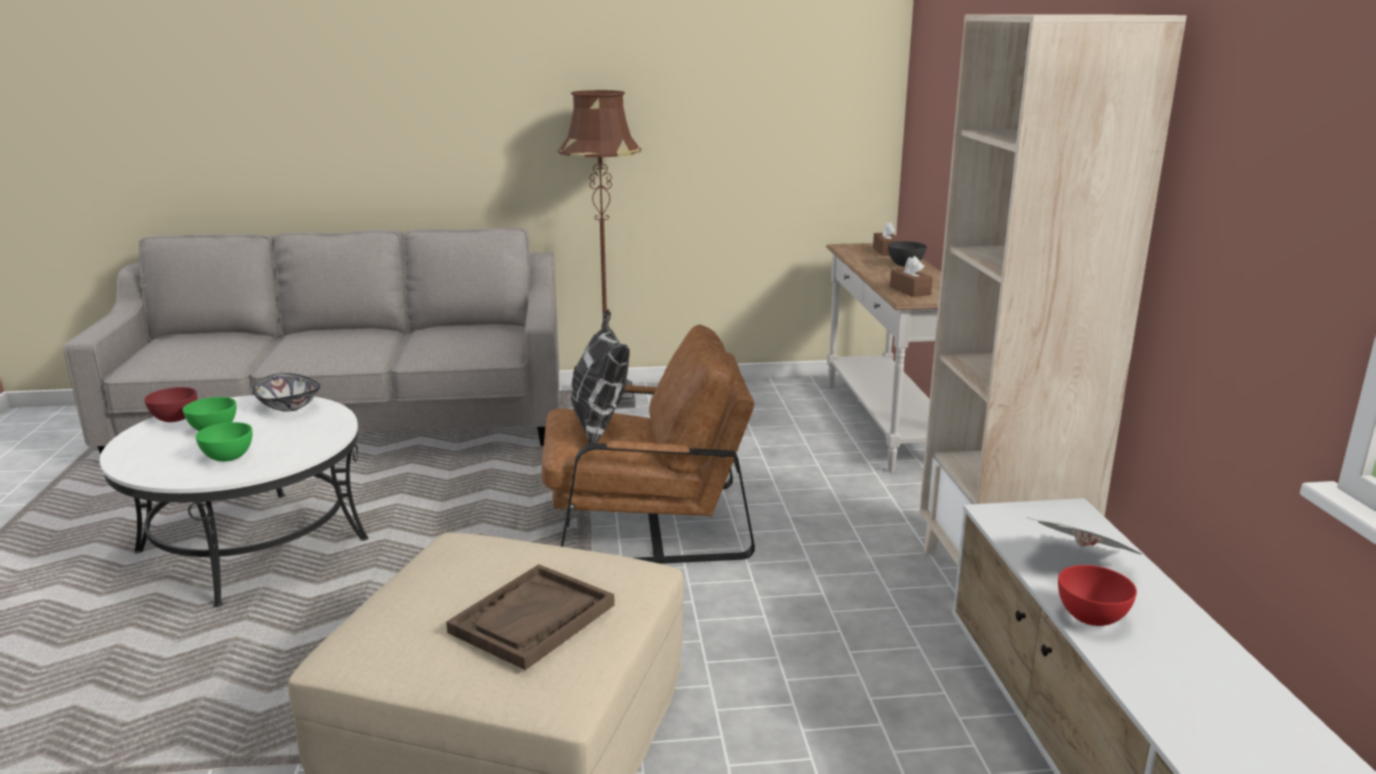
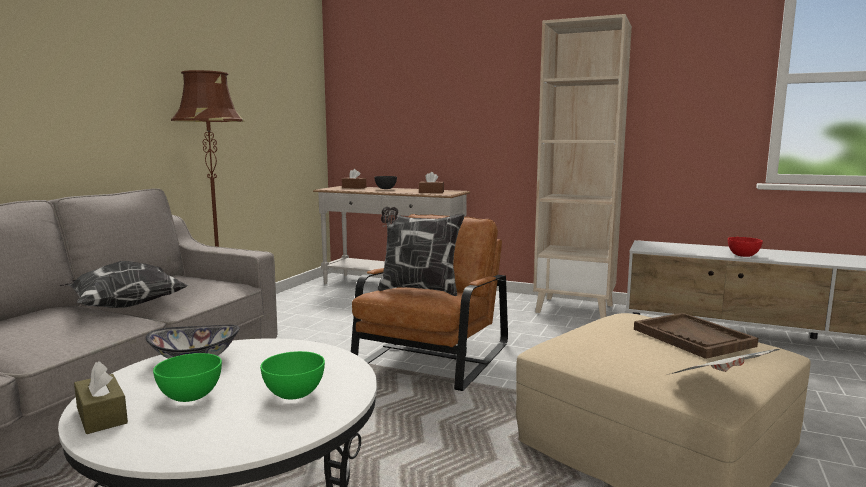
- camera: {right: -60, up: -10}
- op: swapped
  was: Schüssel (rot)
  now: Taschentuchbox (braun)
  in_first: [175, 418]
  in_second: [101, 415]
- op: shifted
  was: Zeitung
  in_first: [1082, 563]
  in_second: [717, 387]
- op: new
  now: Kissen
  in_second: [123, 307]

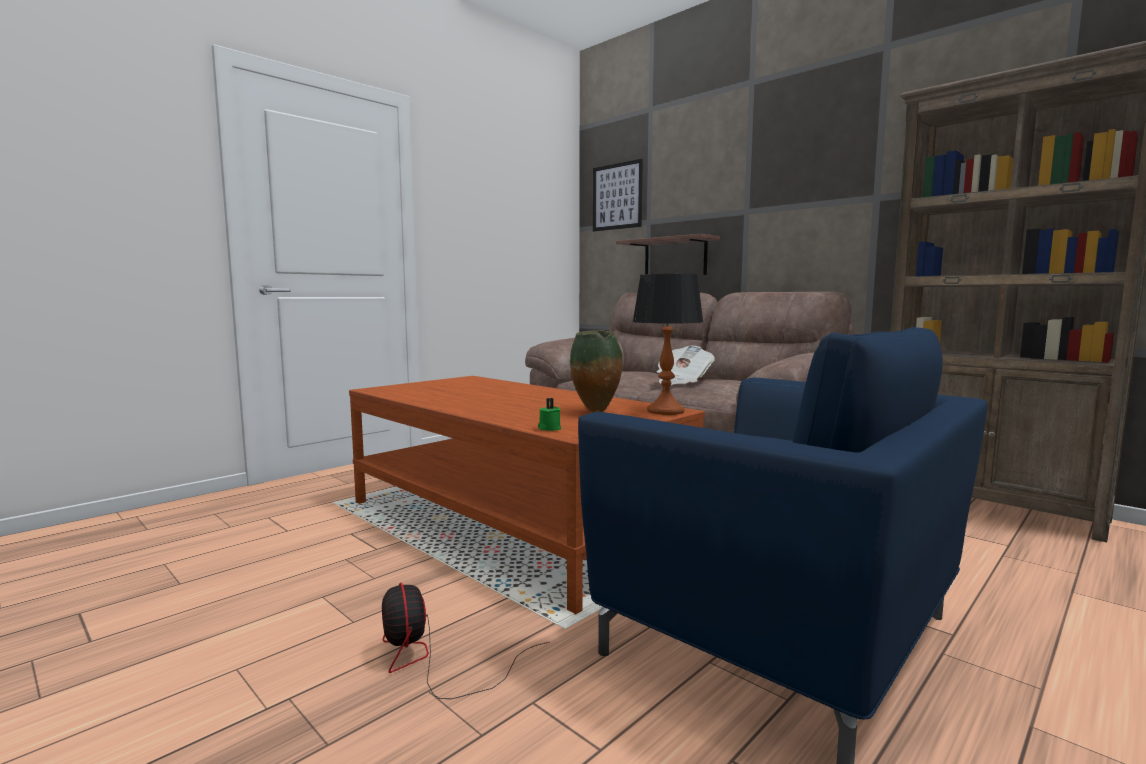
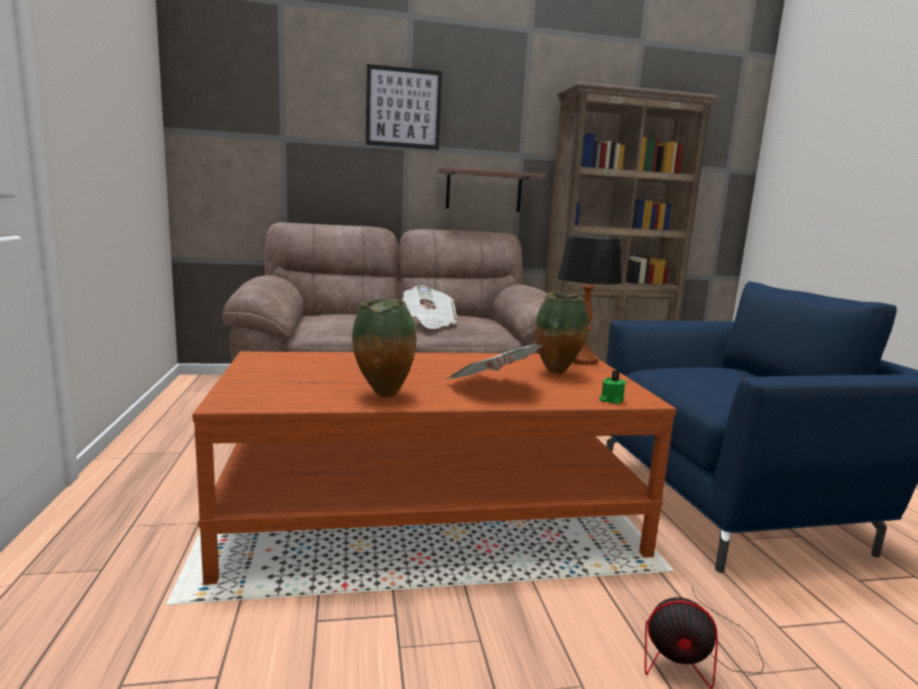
- camera: {right: -55, up: 5}
- op: shifted
  was: Bild
  in_first: [617, 196]
  in_second: [403, 108]
- op: shifted
  was: Wandregal
  in_first: [675, 257]
  in_second: [484, 191]
- op: new
  now: Vase
  in_second: [383, 396]
- op: new
  now: Zeitung
  in_second: [491, 387]

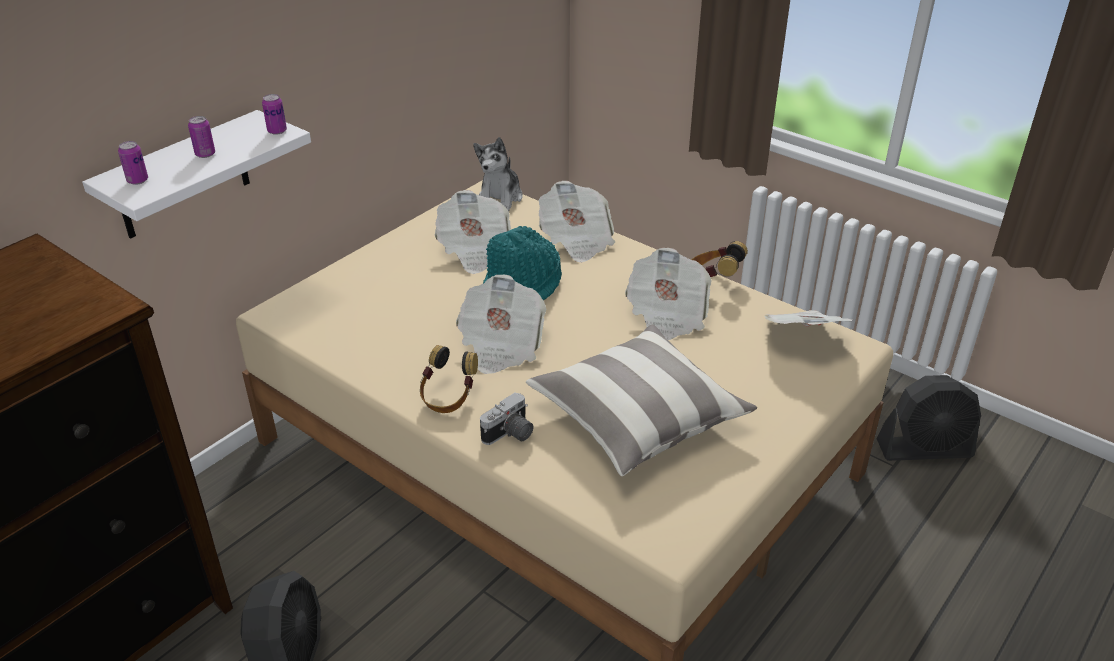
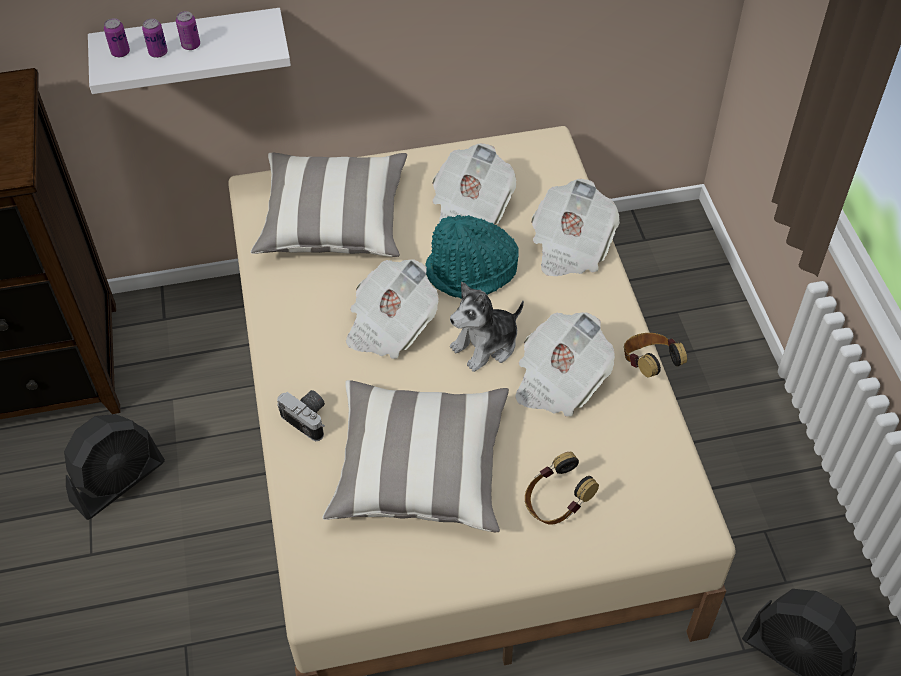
- camera: {right: 40, up: 15}
- op: shifted
  was: Dose
  in_first: [277, 131]
  in_second: [158, 53]
- op: shifted
  was: Kopfhörer
  in_first: [448, 397]
  in_second: [556, 504]
- op: shifted
  was: Plüschtier
  in_first: [500, 198]
  in_second: [486, 345]
- op: rotated
  was: Kamera
  in_first: [510, 435]
  in_second: [309, 418]
  clockwise: -135
- op: gone
  was: Zeitung
  in_first: [803, 337]
- op: new
  now: Kissen
  in_second: [334, 221]

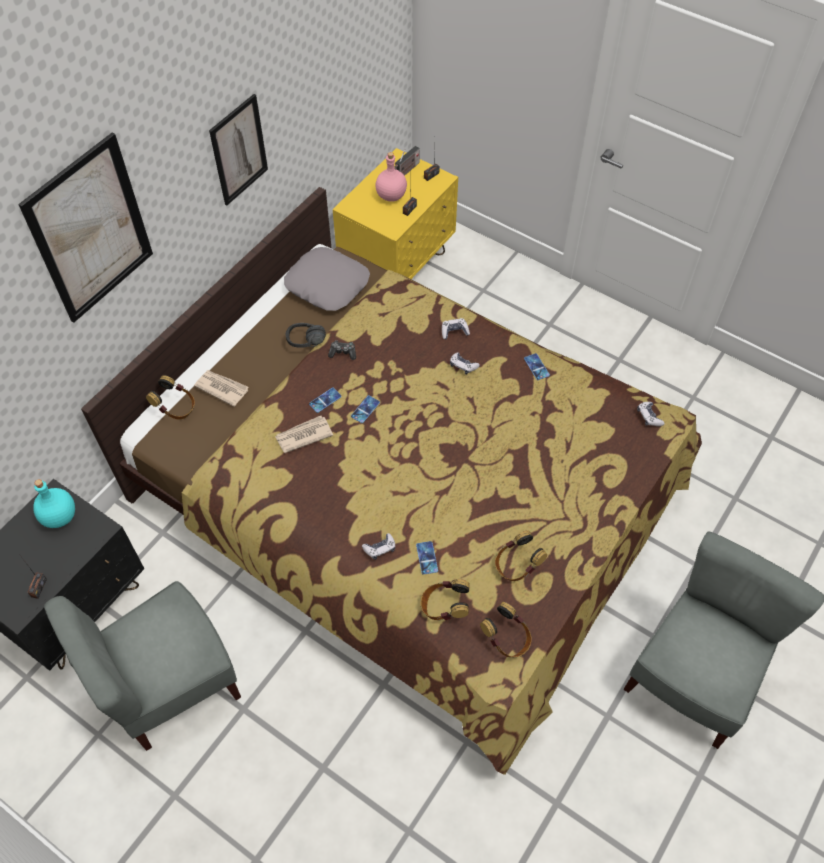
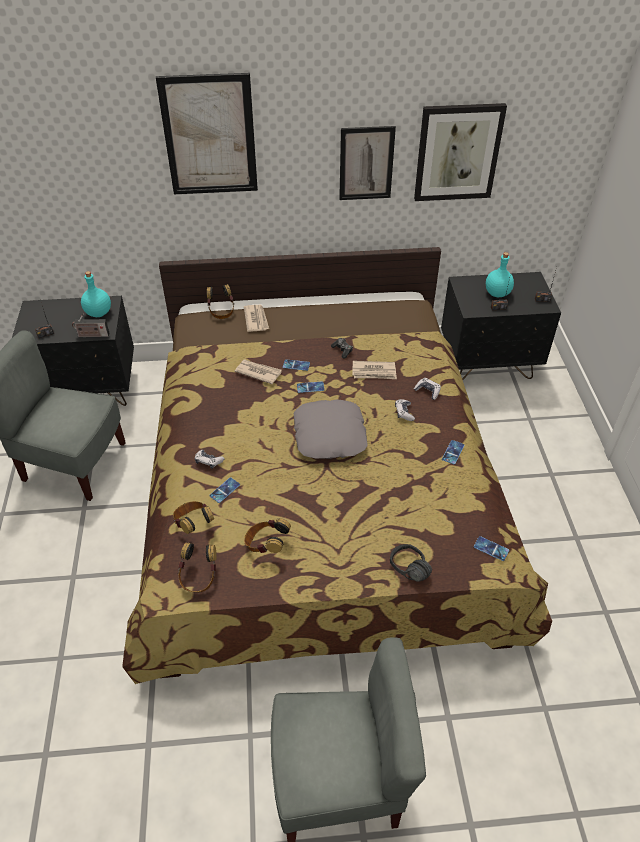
- camera: {right: 50, up: -10}
- op: shifted
  was: Kissen (grau)
  in_first: [328, 284]
  in_second: [330, 435]
- op: shifted
  was: Kopfhörer (schwarz)
  in_first: [306, 345]
  in_second: [405, 572]
- op: repainted
  was: Nachttisch (gelb)
  now: Nachttisch (schwarz)
  in_first: [397, 267]
  in_second: [488, 364]
- op: repainted
  was: Flasche (rosa)
  now: Flasche (türkis)
  in_first: [391, 196]
  in_second: [497, 294]
- op: shifted
  was: Radio
  in_first: [406, 171]
  in_second: [92, 335]
- op: swapped
  was: Gamepad
  now: Handy
  in_first: [649, 417]
  in_second: [491, 548]
- op: new
  now: Zeitung
  in_second: [374, 372]
- op: new
  now: Bild
  in_second: [457, 152]

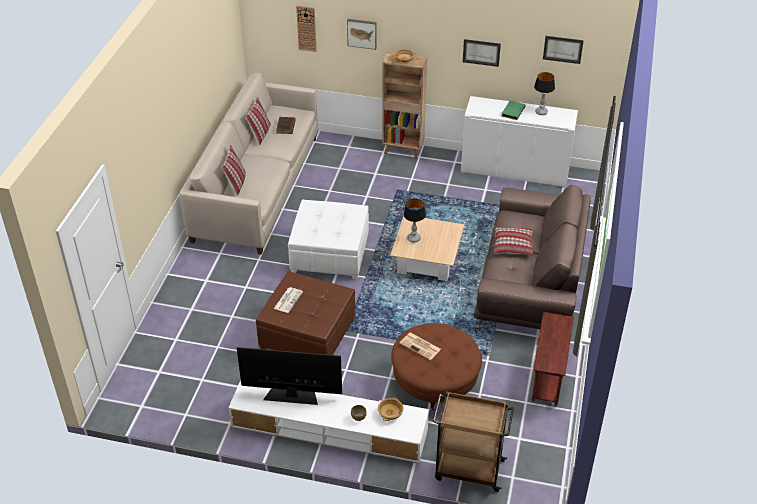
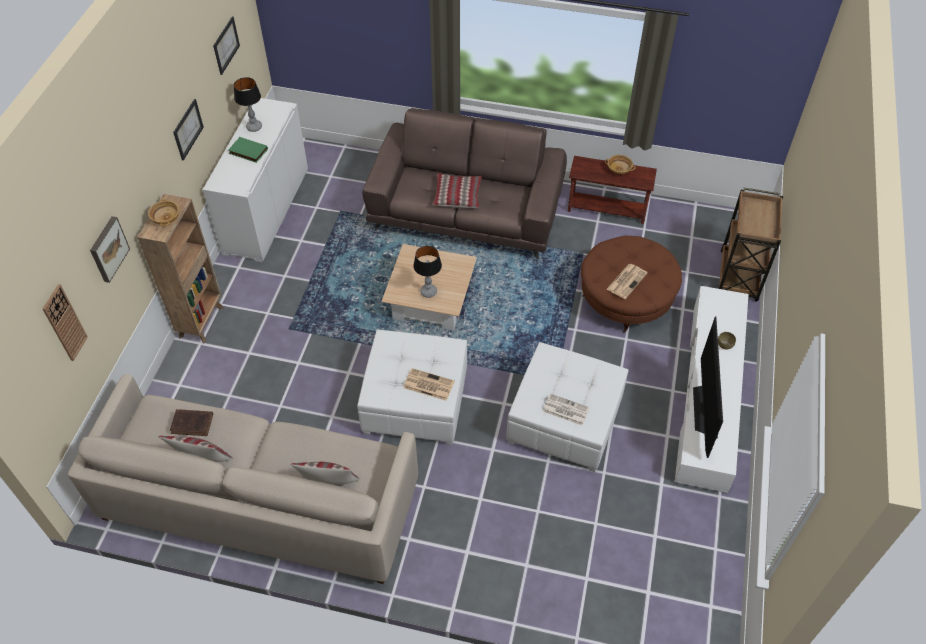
- camera: {right: -90, up: 10}
- op: repainted
  was: Polsterhocker (braun)
  now: Polsterhocker (weiß)
  in_first: [307, 334]
  in_second: [565, 421]
- op: shifted
  was: Schüssel (beige)
  in_first: [390, 413]
  in_second: [619, 169]
- op: new
  now: Zeitung
  in_second: [428, 385]

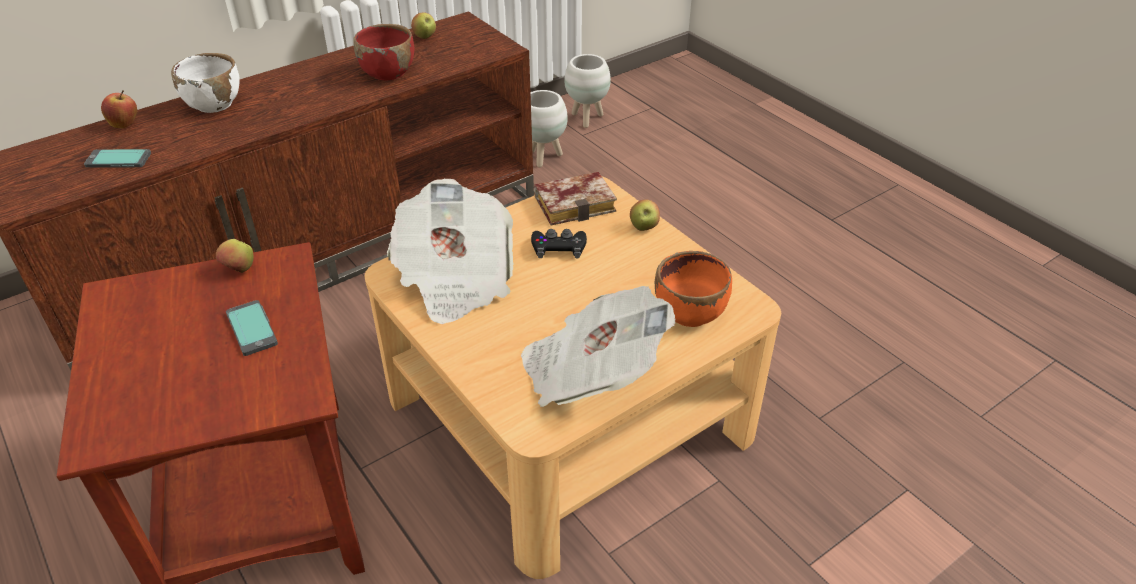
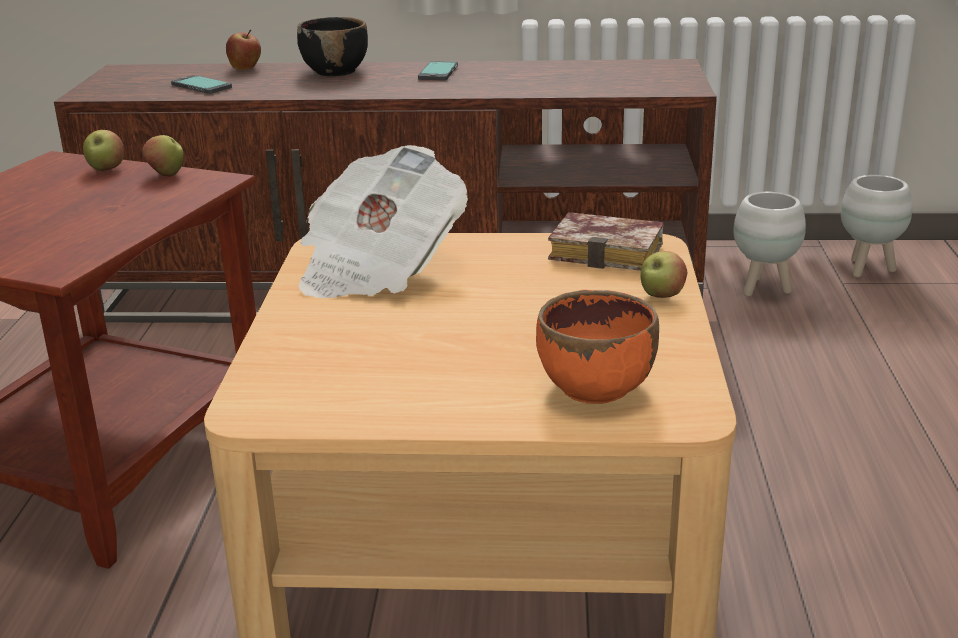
- camera: {right: 40, up: -15}
- op: repainted
  was: Schüssel (weiß)
  now: Schüssel (schwarz)
  in_first: [214, 104]
  in_second: [335, 71]
- op: shifted
  was: Handy
  in_first: [252, 328]
  in_second: [438, 72]
- op: gone
  was: Schüssel (rot)
  in_first: [388, 72]
- op: shifted
  was: Apfel
  in_first: [425, 37]
  in_second: [106, 169]
- op: gone
  was: Zeitung
  in_first: [591, 373]
- op: gone
  was: Gamepad (schwarz)
  in_first: [558, 248]

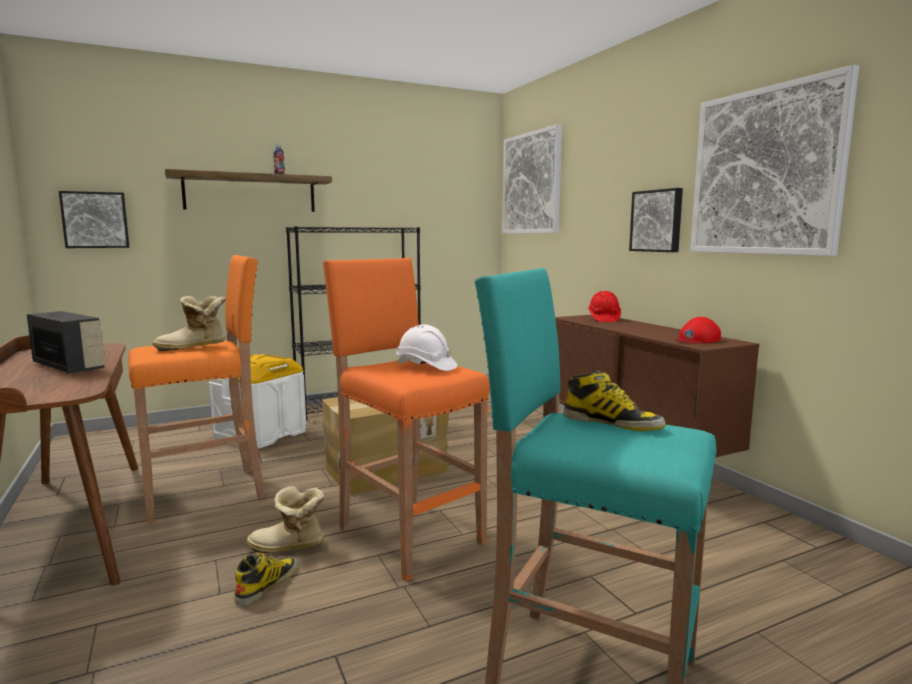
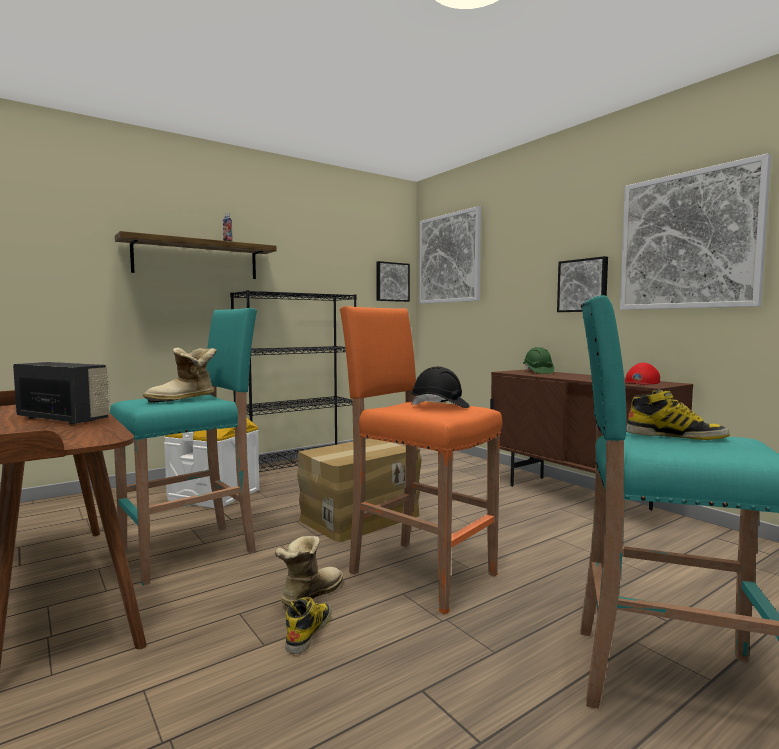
- camera: {right: -10, up: -5}
- op: shifted
  was: Bild
  in_first: [95, 220]
  in_second: [392, 282]
- op: repainted
  was: Hocker (orange)
  now: Hocker (türkis)
  in_first: [207, 493]
  in_second: [191, 551]
- op: rotated
  was: Stiefel
  in_first: [288, 547]
  in_second: [309, 595]
  clockwise: 135
- op: repainted
  was: Schutzhelm (weiß)
  now: Schutzhelm (schwarz)
  in_first: [426, 366]
  in_second: [440, 406]
- op: repainted
  was: Schutzhelm (rot)
  now: Schutzhelm (grün)
  in_first: [603, 319]
  in_second: [538, 372]

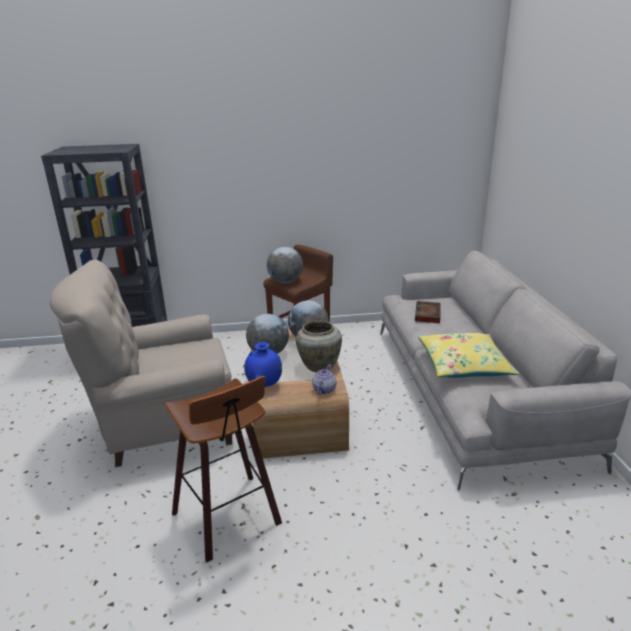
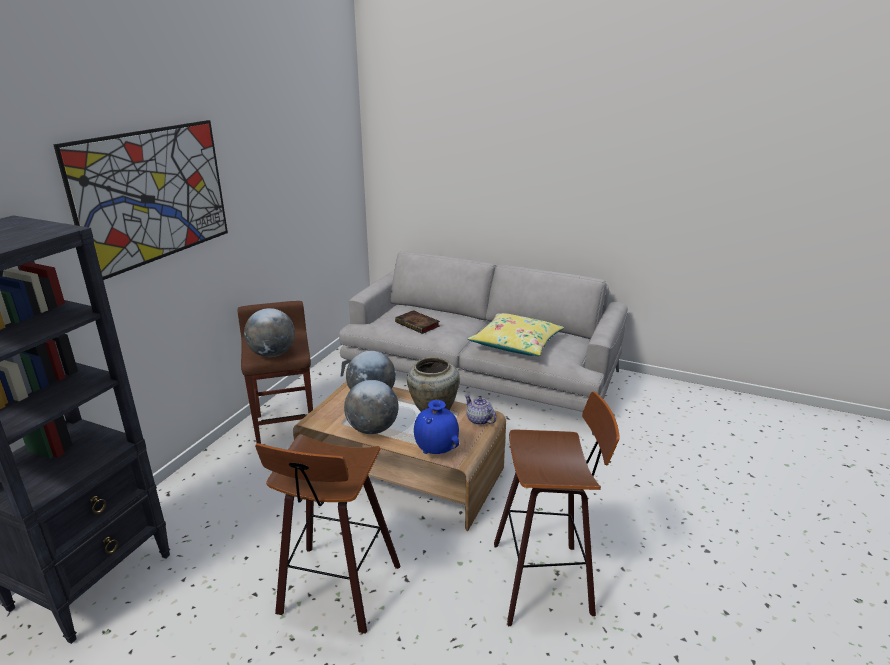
- camera: {right: -60, up: 0}
- op: swapped
  was: Sessel (beige)
  now: Hocker
  in_first: [165, 426]
  in_second: [336, 591]
- op: new
  now: Bild
  in_second: [153, 195]

